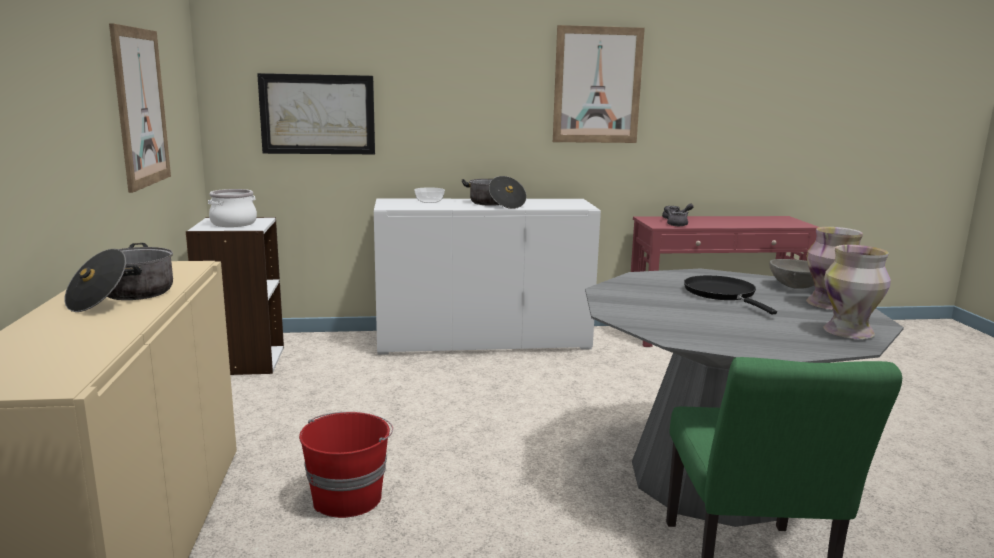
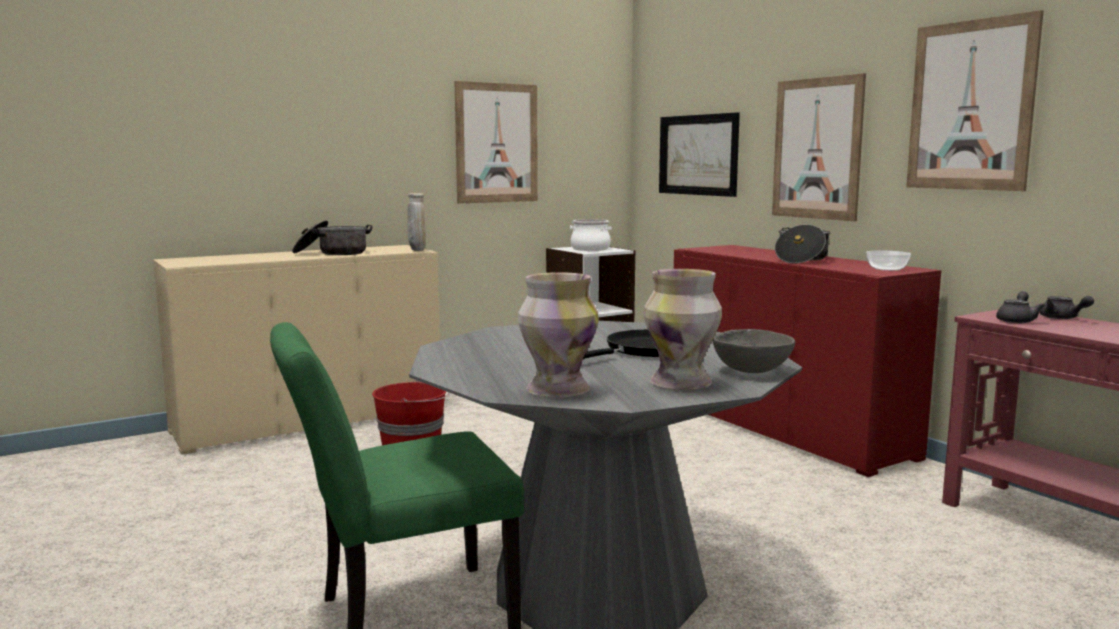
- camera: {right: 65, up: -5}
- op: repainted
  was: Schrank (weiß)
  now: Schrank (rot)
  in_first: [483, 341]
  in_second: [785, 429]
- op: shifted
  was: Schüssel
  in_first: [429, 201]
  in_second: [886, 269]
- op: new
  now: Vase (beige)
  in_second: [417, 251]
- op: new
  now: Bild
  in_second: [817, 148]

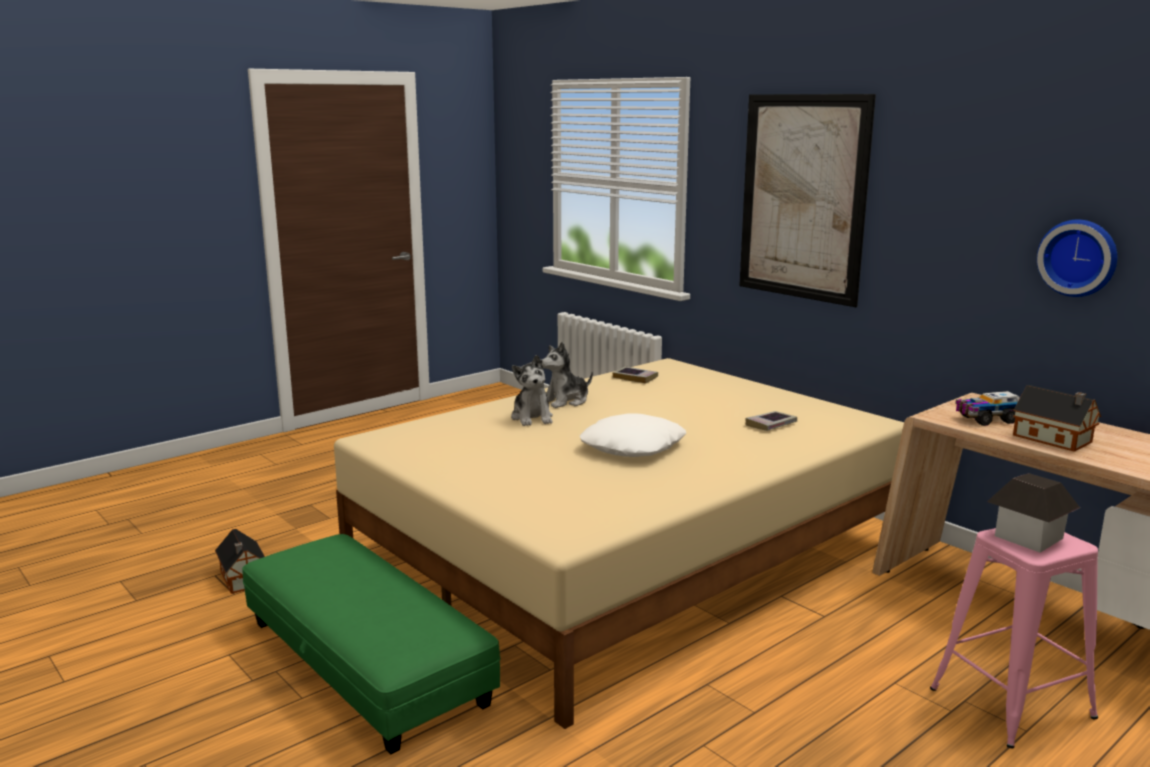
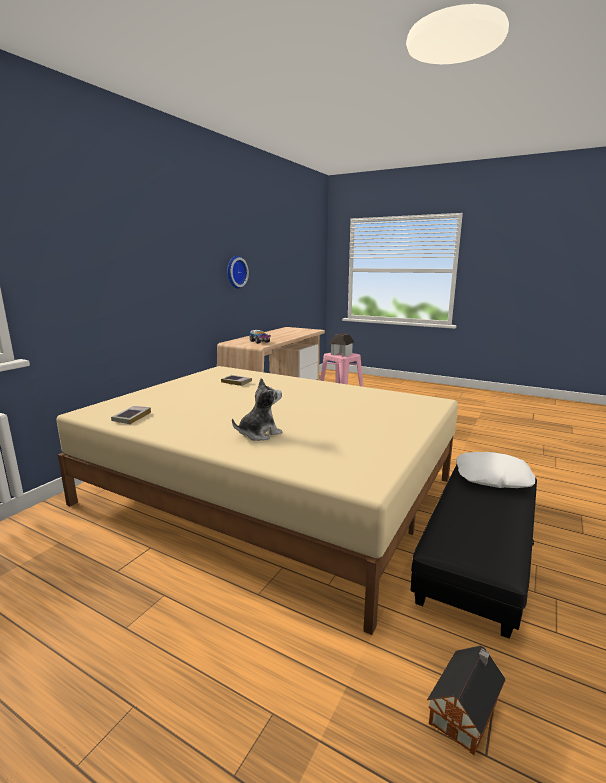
- camera: {right: -110, up: 0}
- op: repainted
  was: Polsterhocker (grün)
  now: Polsterhocker (schwarz)
  in_first: [365, 662]
  in_second: [478, 553]
- op: gone
  was: Plüschtier
  in_first: [566, 401]
- op: shifted
  was: Kissen (weiß)
  in_first: [632, 446]
  in_second: [492, 477]
- op: gone
  was: Bild
  in_first: [802, 198]
- op: gone
  was: Spielzeughaus
  in_first: [1055, 439]

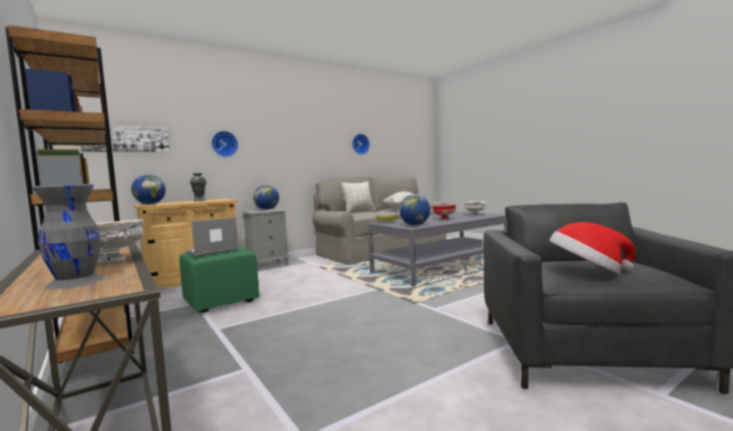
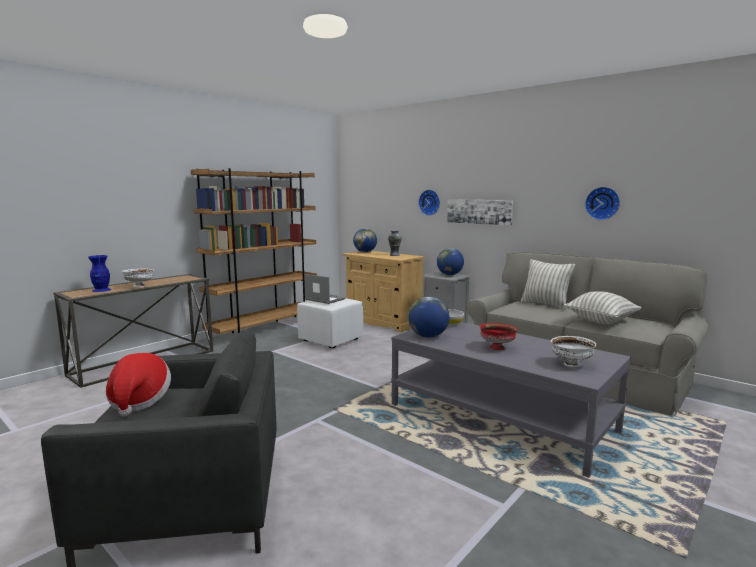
- camera: {right: 75, up: 5}
- op: repainted
  was: Vase (grau)
  now: Vase (blau)
  in_first: [76, 281]
  in_second: [101, 290]
- op: shifted
  was: Bild
  in_first: [126, 139]
  in_second: [479, 211]
- op: repainted
  was: Polsterhocker (grün)
  now: Polsterhocker (weiß)
  in_first: [221, 301]
  in_second: [331, 340]

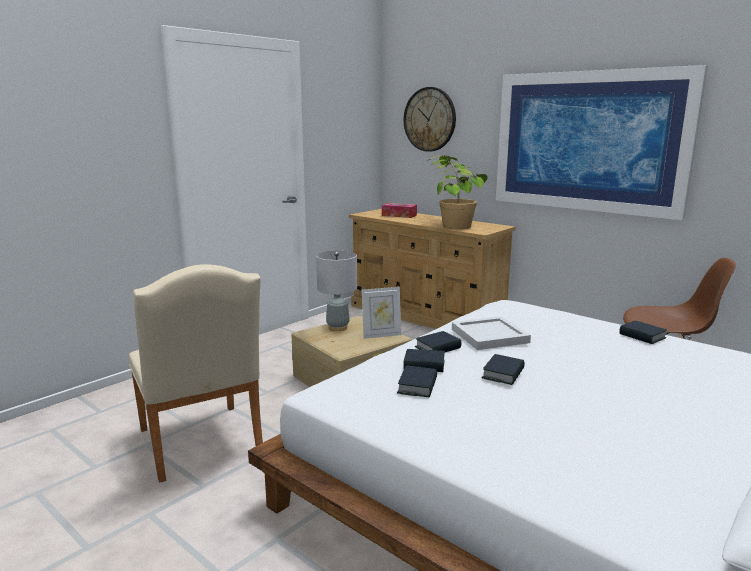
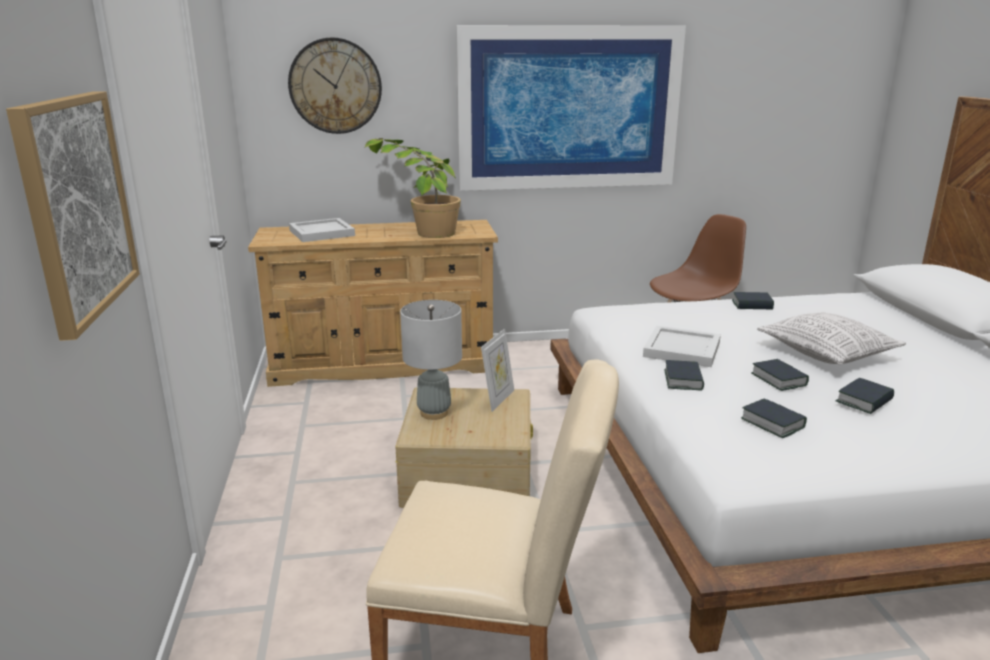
- camera: {right: -50, up: 5}
- op: swapped
  was: Taschentuchbox
  now: Tablett (weiß)
  in_first: [399, 215]
  in_second: [321, 233]
- op: shifted
  was: Buch
  in_first: [424, 365]
  in_second: [864, 401]
- op: new
  now: Bild
  in_second: [76, 206]
- op: new
  now: Kissen
  in_second: [827, 353]

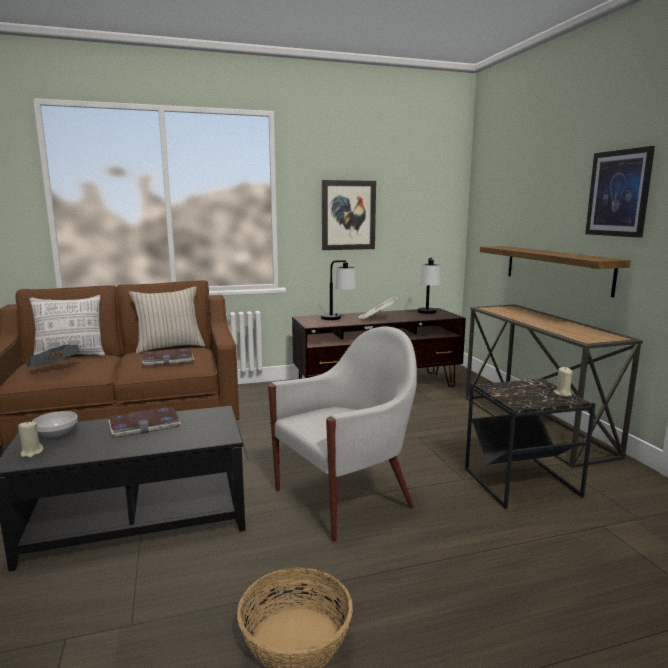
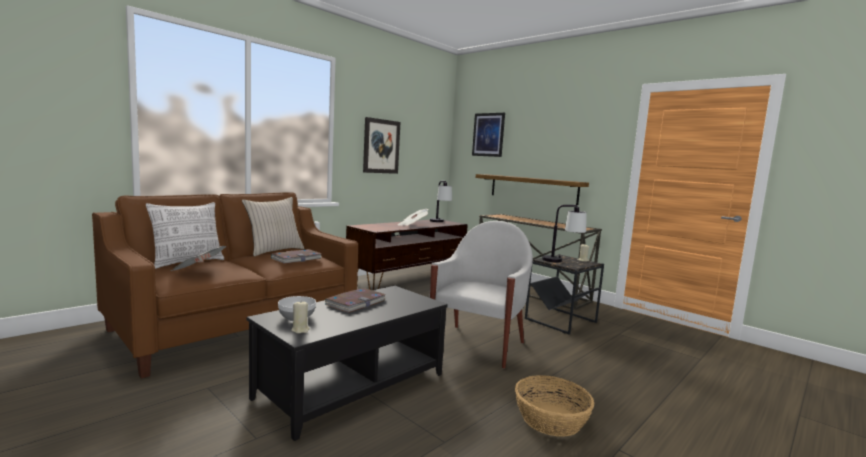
- camera: {right: -30, up: -5}
- op: shifted
  was: Tischlampe
  in_first: [338, 319]
  in_second: [561, 261]
- op: shifted
  was: Bild
  in_first: [618, 193]
  in_second: [488, 134]

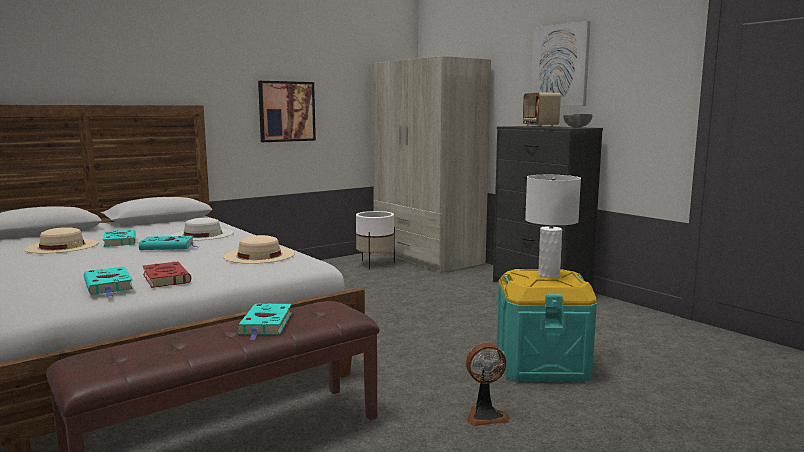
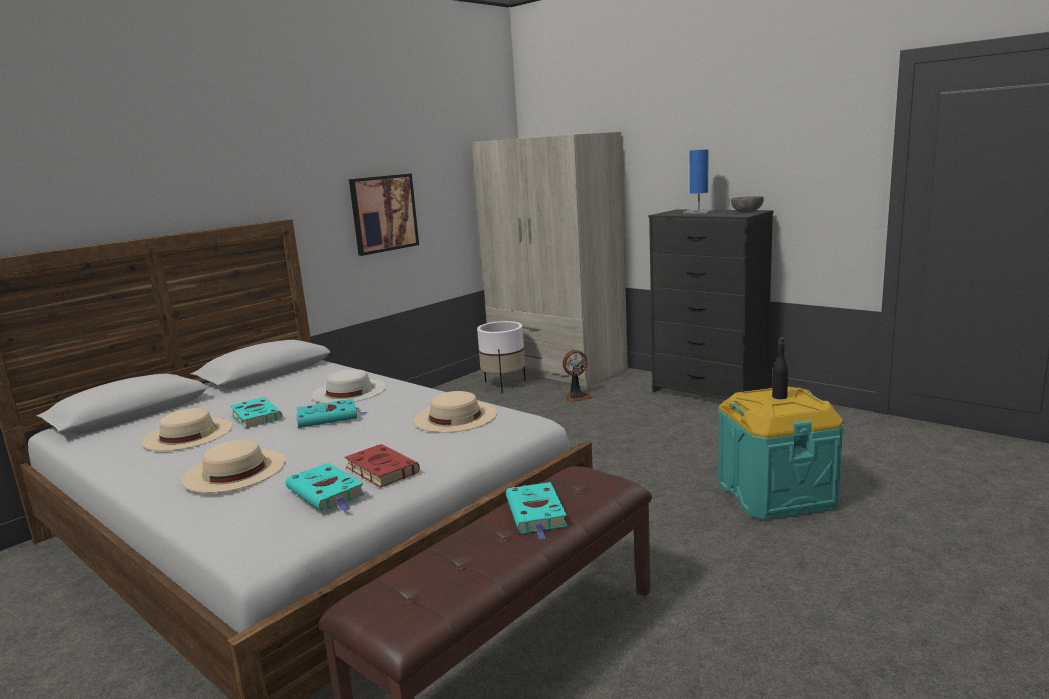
- camera: {right: -10, up: 5}
- op: shifted
  was: Ventilator
  in_first: [485, 415]
  in_second: [577, 397]
- op: swapped
  was: Radio
  now: Tischlampe (blau)
  in_first: [539, 126]
  in_second: [698, 212]
- op: swapped
  was: Tischlampe (weiß)
  now: Flasche (schwarz)
  in_first: [548, 275]
  in_second: [780, 397]
- op: gone
  was: Bild
  in_first: [560, 65]
- op: new
  now: Hut (beige)
  in_second: [235, 470]

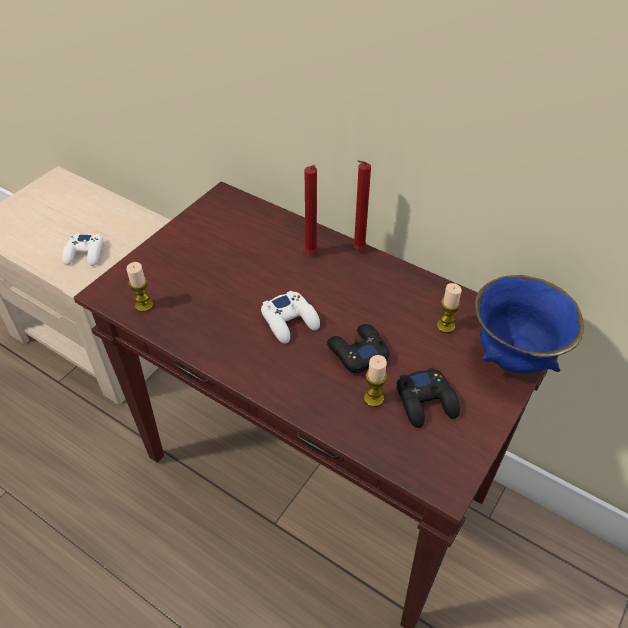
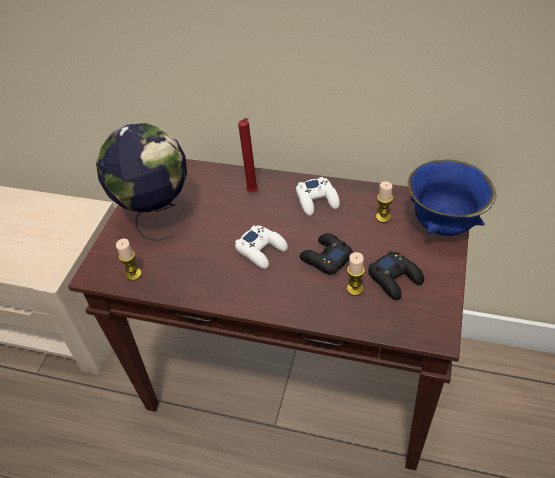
- camera: {right: -15, up: 0}
- op: shifted
  was: Gamepad (weiß)
  in_first: [85, 254]
  in_second: [317, 200]
- op: gone
  was: Kerze (rot)
  in_first: [357, 250]
- op: new
  now: Globus
  in_second: [156, 216]

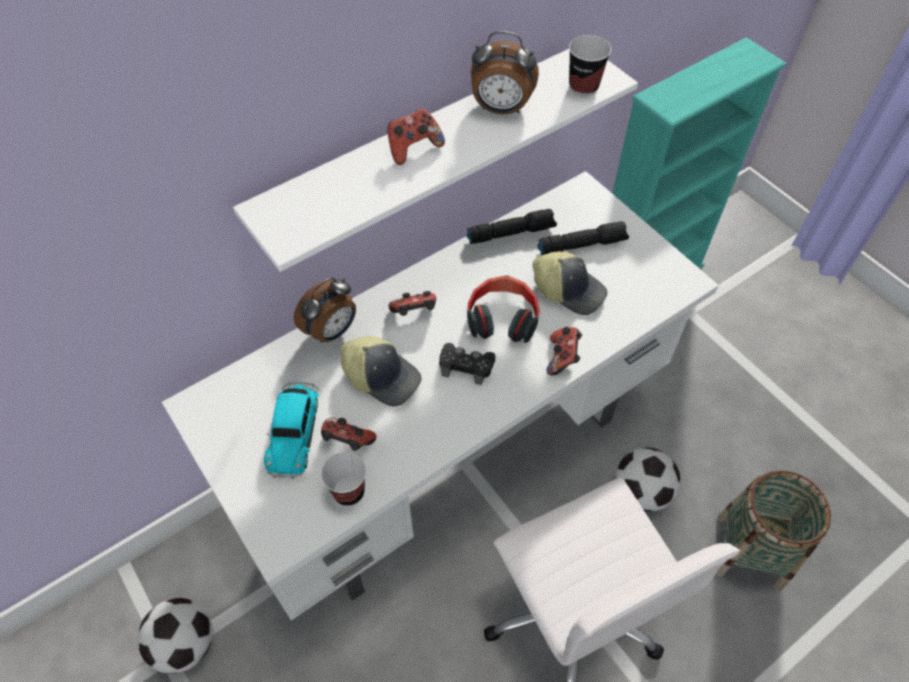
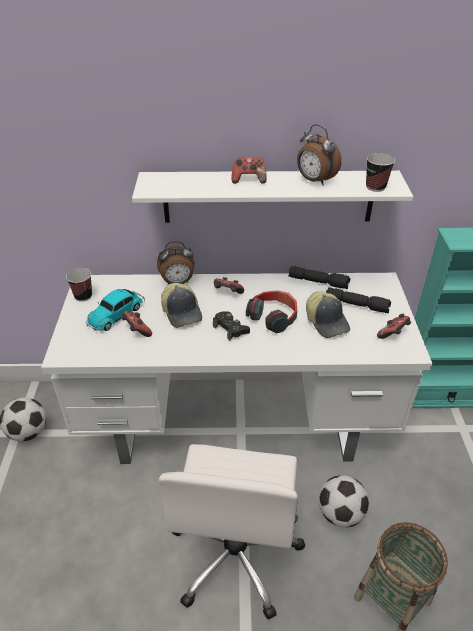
- camera: {right: 35, up: -15}
- op: shifted
  was: Tasse
  in_first: [349, 492]
  in_second: [83, 296]
- op: shifted
  was: Gamepad
  in_first: [562, 358]
  in_second: [393, 334]

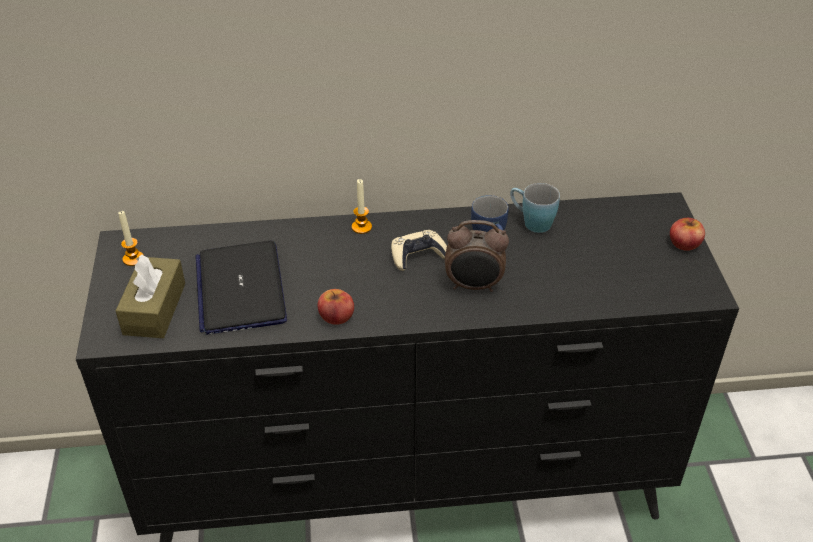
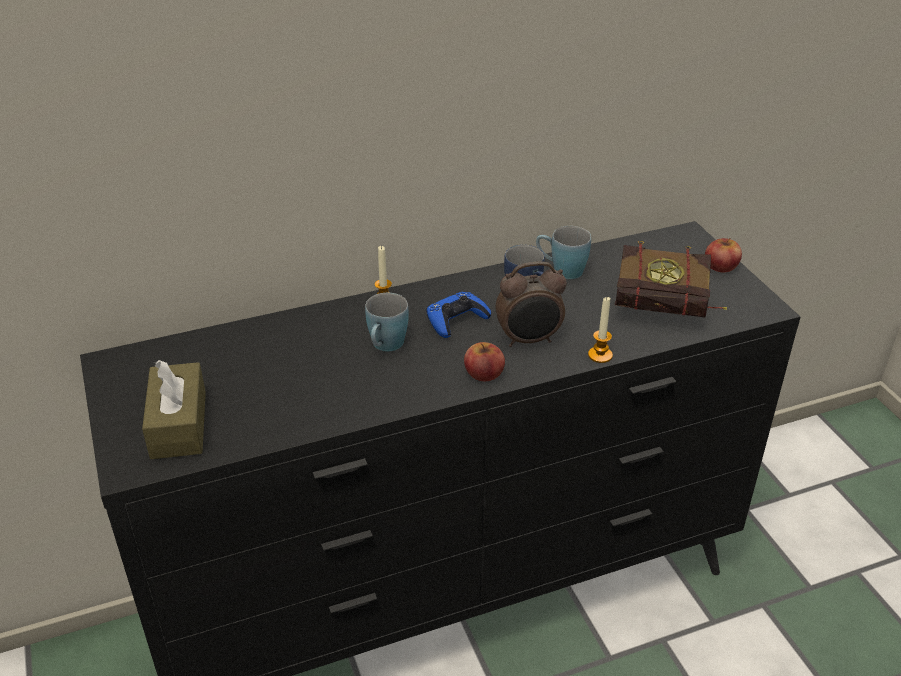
- camera: {right: -15, up: -5}
- op: shifted
  was: Kerze
  in_first: [133, 259]
  in_second: [600, 355]
- op: gone
  was: Laptop
  in_first: [240, 288]
- op: shifted
  was: Apfel
  in_first: [336, 315]
  in_second: [484, 373]
- op: repainted
  was: Gamepad (beige)
  now: Gamepad (blau)
  in_first: [418, 255]
  in_second: [456, 320]
- op: new
  now: Henkelbecher (blau)
  in_second: [385, 347]
- op: new
  now: Buch
  in_second: [670, 311]

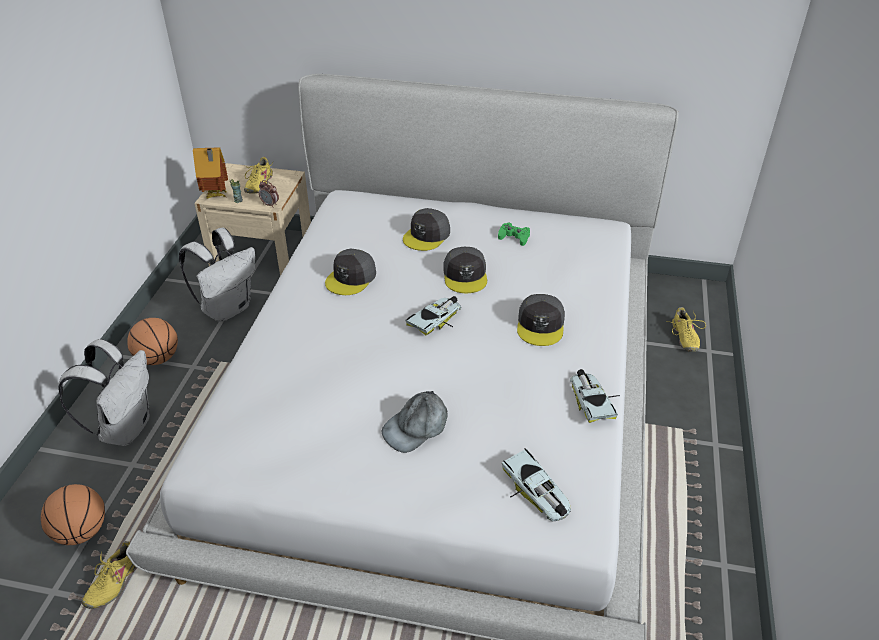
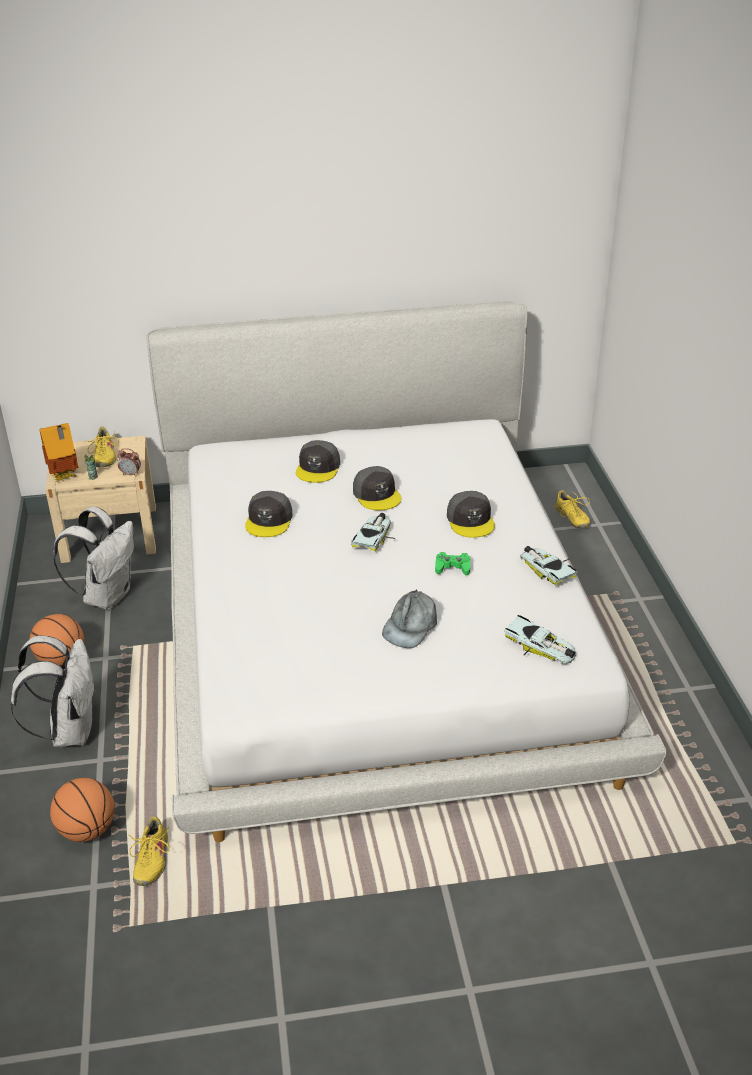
- camera: {right: -20, up: -5}
- op: shifted
  was: Gamepad (grün)
  in_first: [514, 237]
  in_second: [452, 567]

